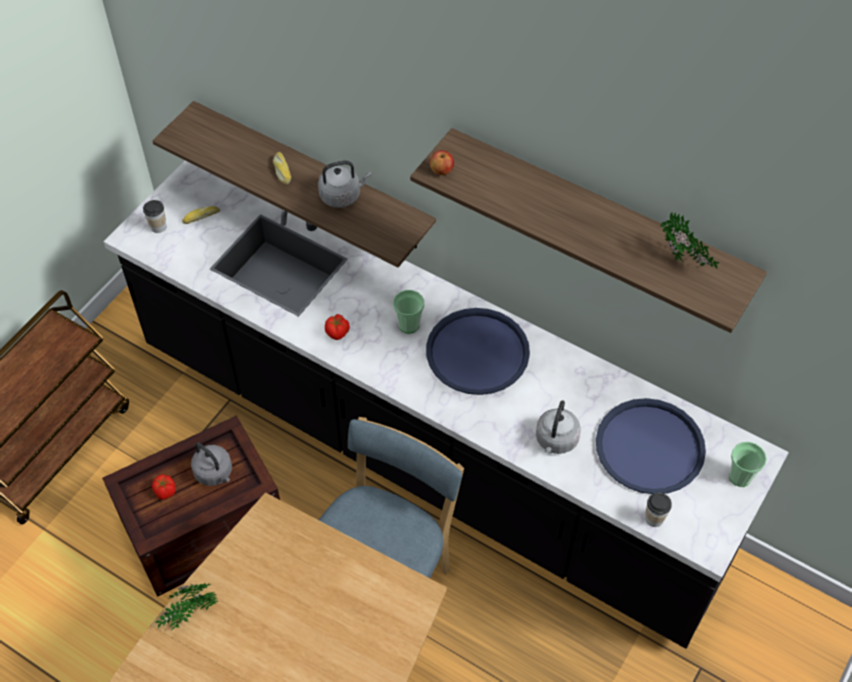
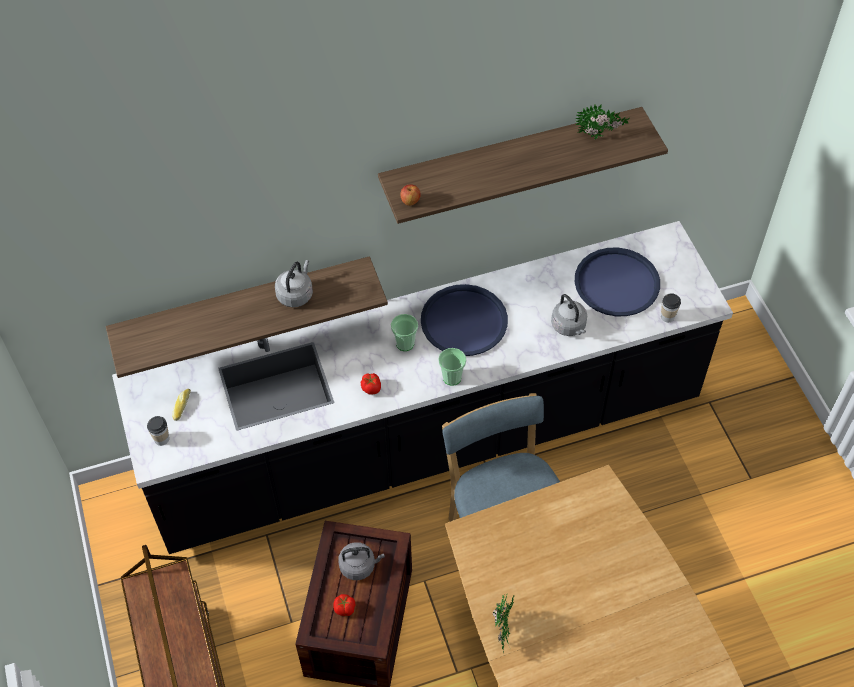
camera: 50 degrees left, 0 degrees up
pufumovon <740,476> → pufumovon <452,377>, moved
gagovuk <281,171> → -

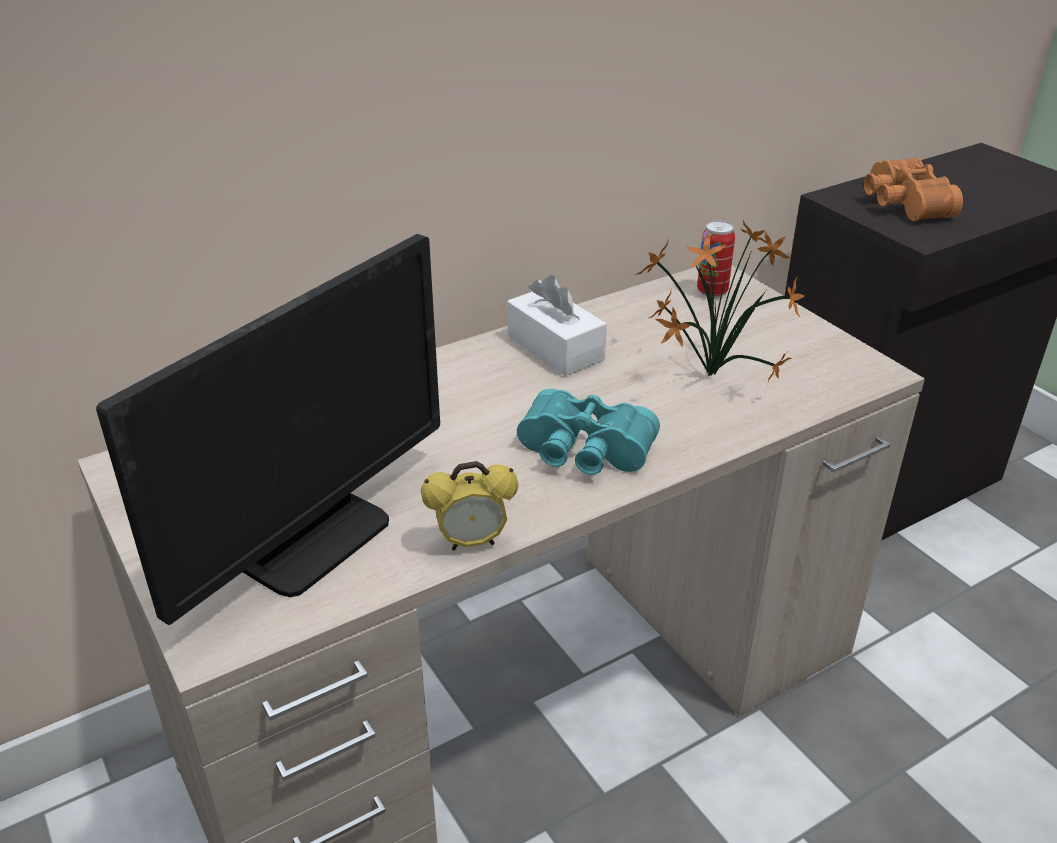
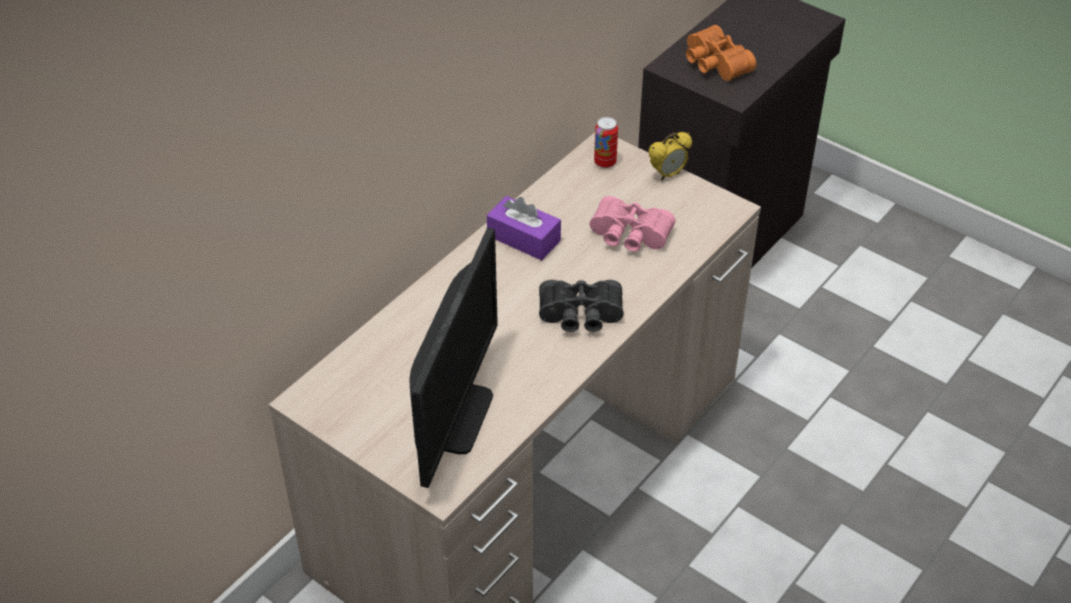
camera: 20 degrees left, 10 degrees up
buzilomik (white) <555,348> → buzilomik (purple) <523,238>
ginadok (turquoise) <583,453> → ginadok (black) <580,316>
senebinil <706,374> → ginadok (pink) <629,236>
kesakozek <472,542> → kesakozek <667,174>, moved

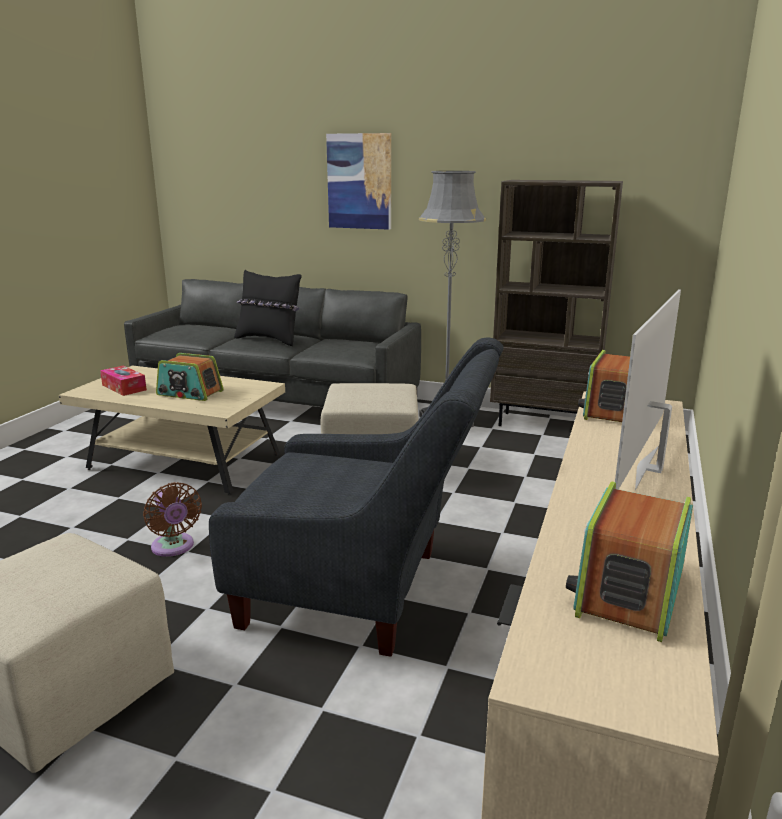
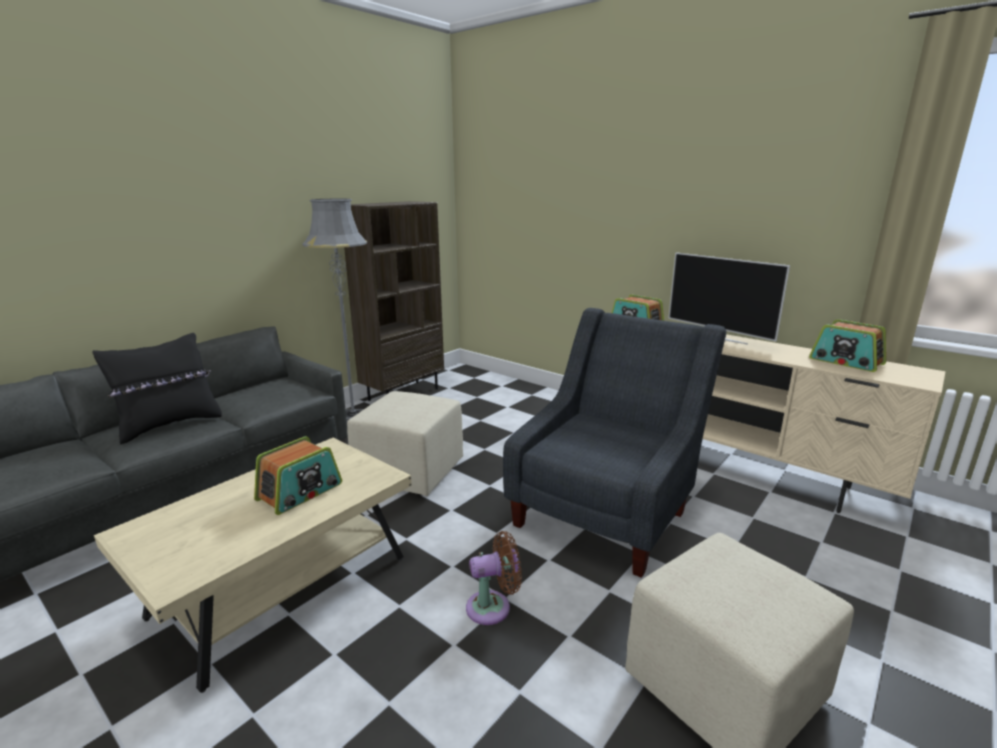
camera: 70 degrees left, 0 degrees up
buzilomik <124,387> → -
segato <359,181> → -

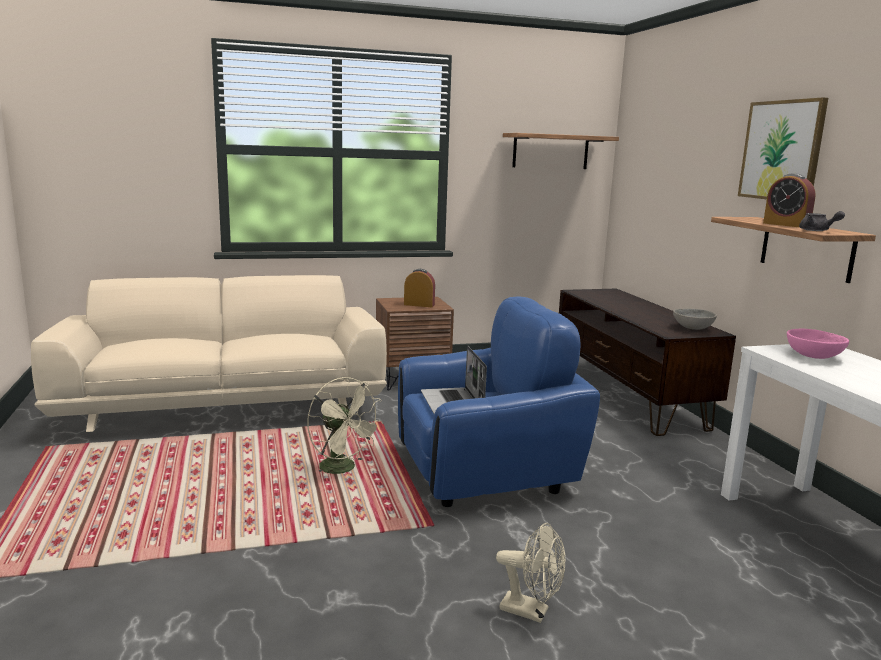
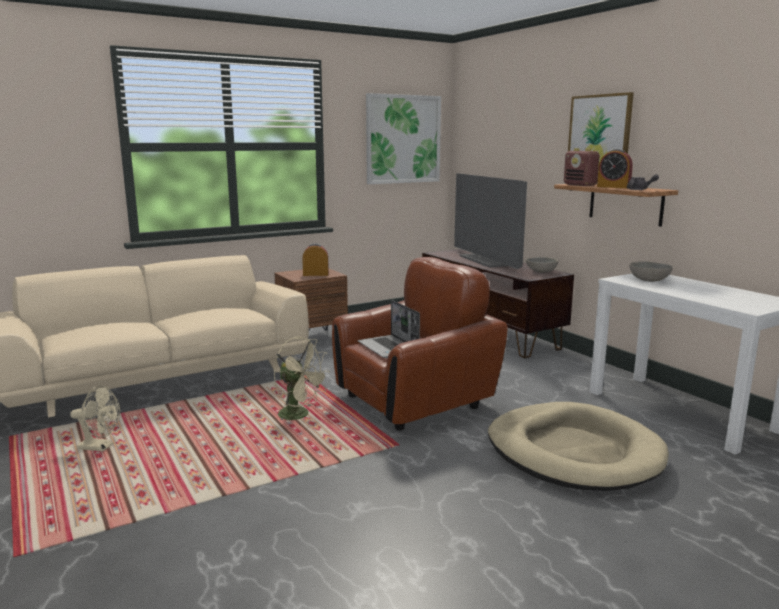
camera: 15 degrees left, 0 degrees up
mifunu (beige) <531,611> → mifunu (beige) <100,447>, moved
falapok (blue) <486,472> → falapok (brown) <414,401>
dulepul <550,151> → segato <403,139>
- → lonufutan <488,260>
- → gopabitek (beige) <573,452>
- → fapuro <580,185>
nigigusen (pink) <814,356> → nigigusen (grey) <649,280>

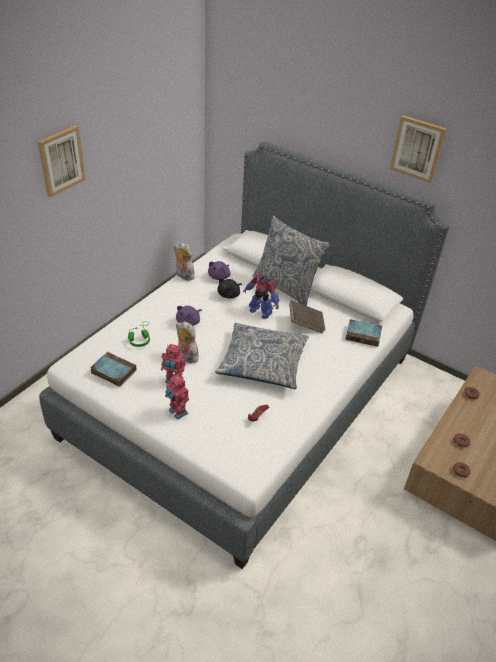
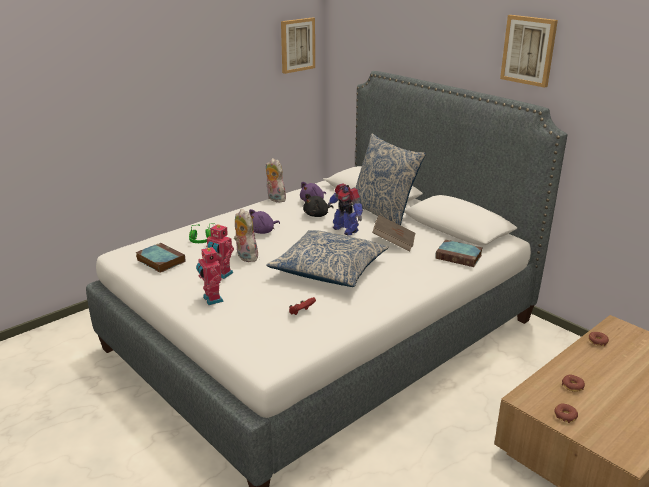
camera: 15 degrees right, 15 degrees down
segato <61,160> → segato <297,45>, moved

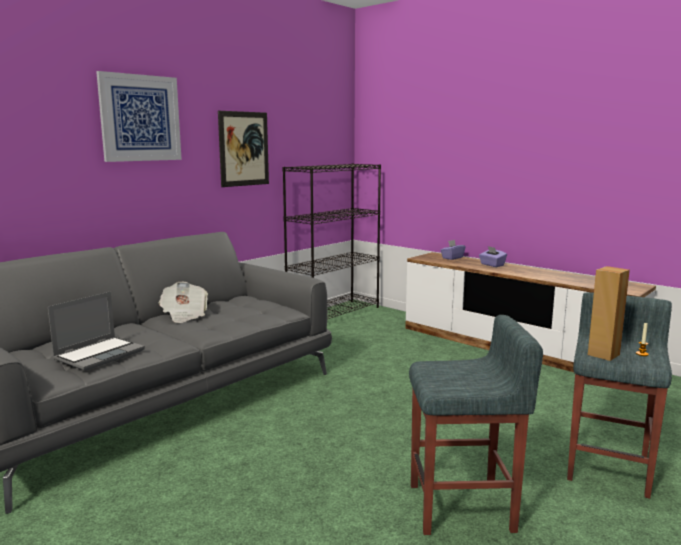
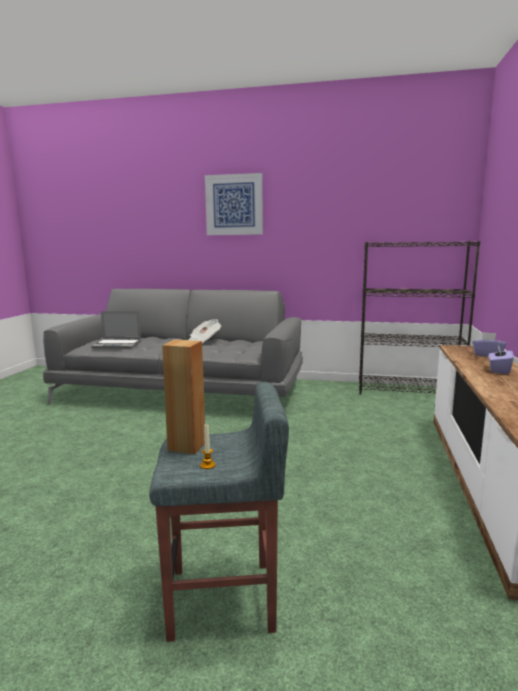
camera: 60 degrees right, 0 degrees up
segato <244,149> → -
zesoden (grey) <463,508> → -

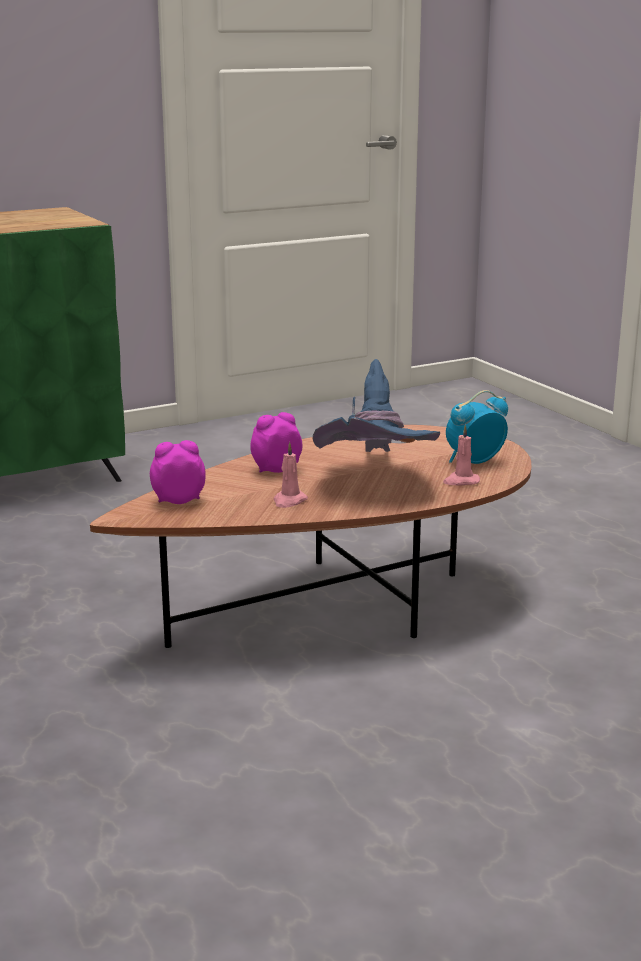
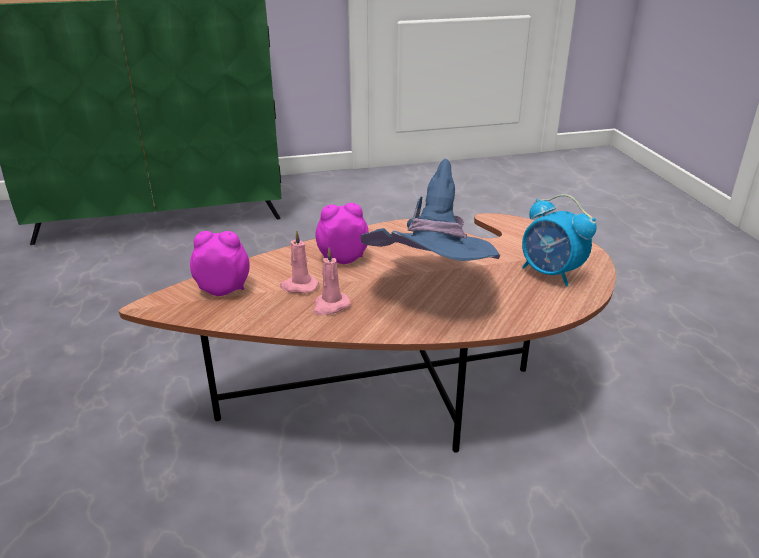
camera: 15 degrees right, 10 degrees up
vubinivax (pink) <461,481> → vubinivax (pink) <299,286>, moved
kesakozek <473,461> → kesakozek <551,273>, 120 degrees counterclockwise

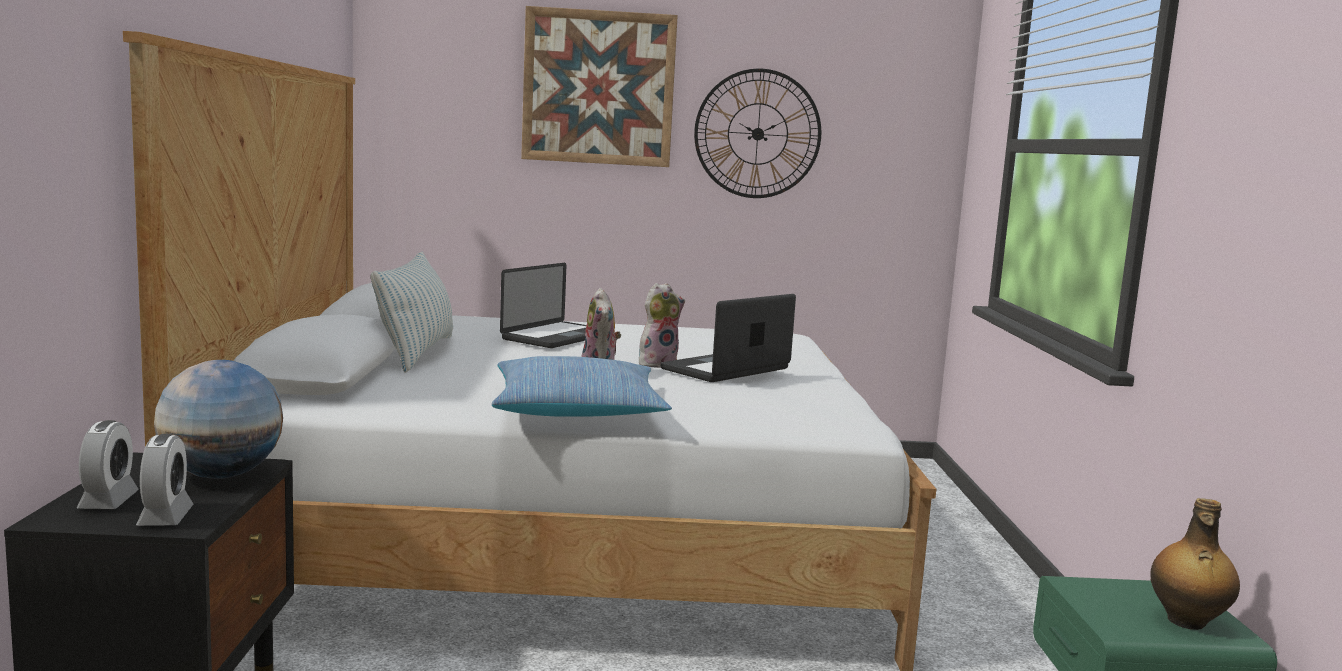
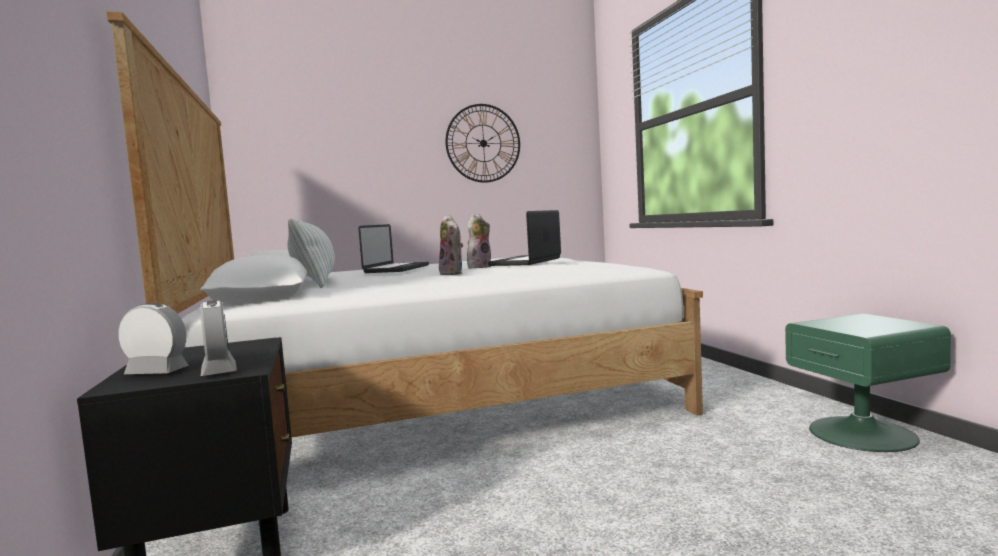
camera: 15 degrees left, 5 degrees down
kesakozek <108,501> → kesakozek <157,372>, 60 degrees counterclockwise
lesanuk <222,475> → -
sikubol <577,409> → -
segato <598,88> → -
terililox <1186,622> → -

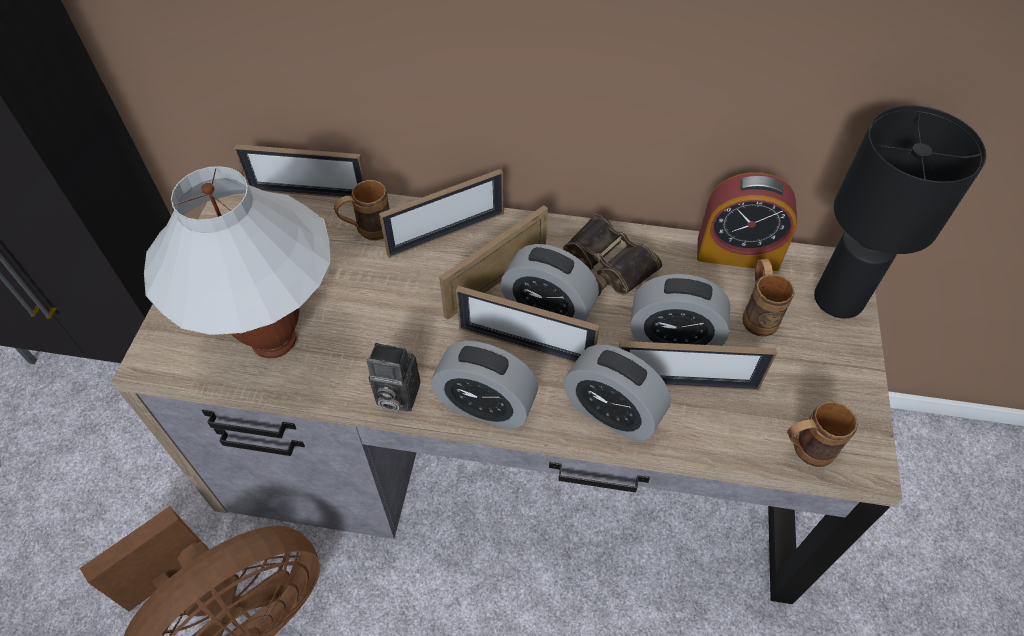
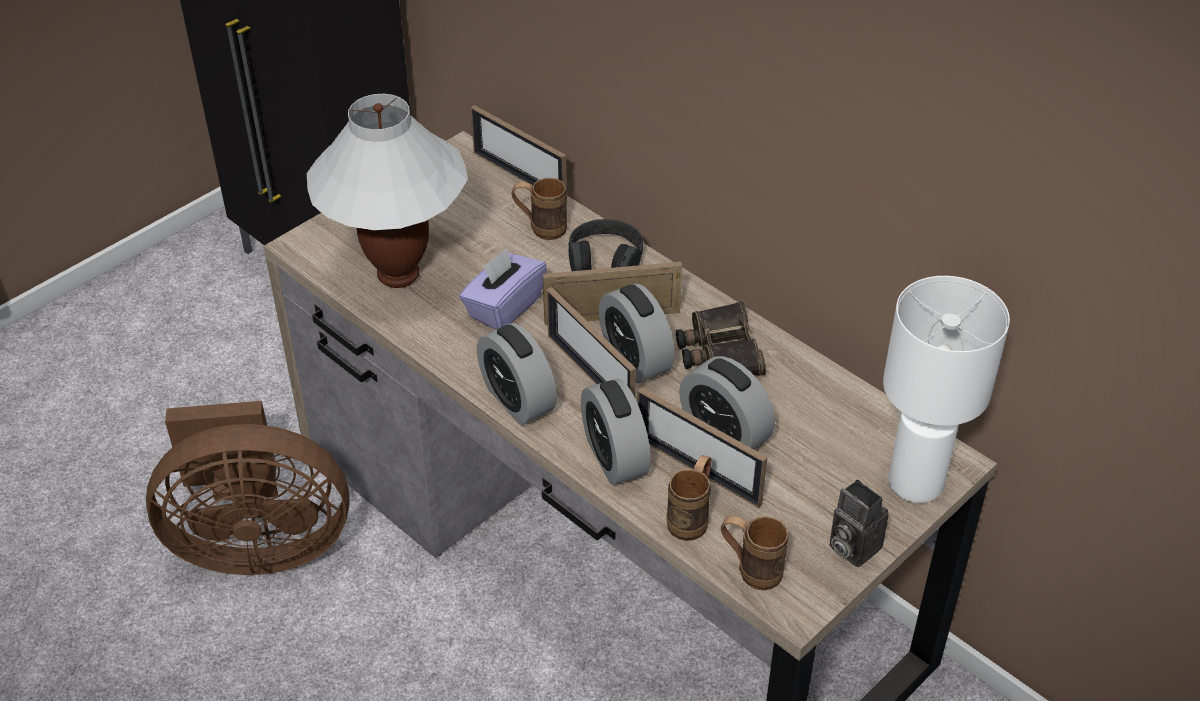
camera: 35 degrees right, 10 degrees down
- → buzilomik (purple) <504,307>
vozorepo <446,233> → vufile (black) <605,260>
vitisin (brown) <757,314> → vitisin (brown) <692,517>, moved
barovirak <395,396> → barovirak <851,547>, moved
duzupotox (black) <837,300> → duzupotox (white) <914,483>
kesakozek <737,253> → -

